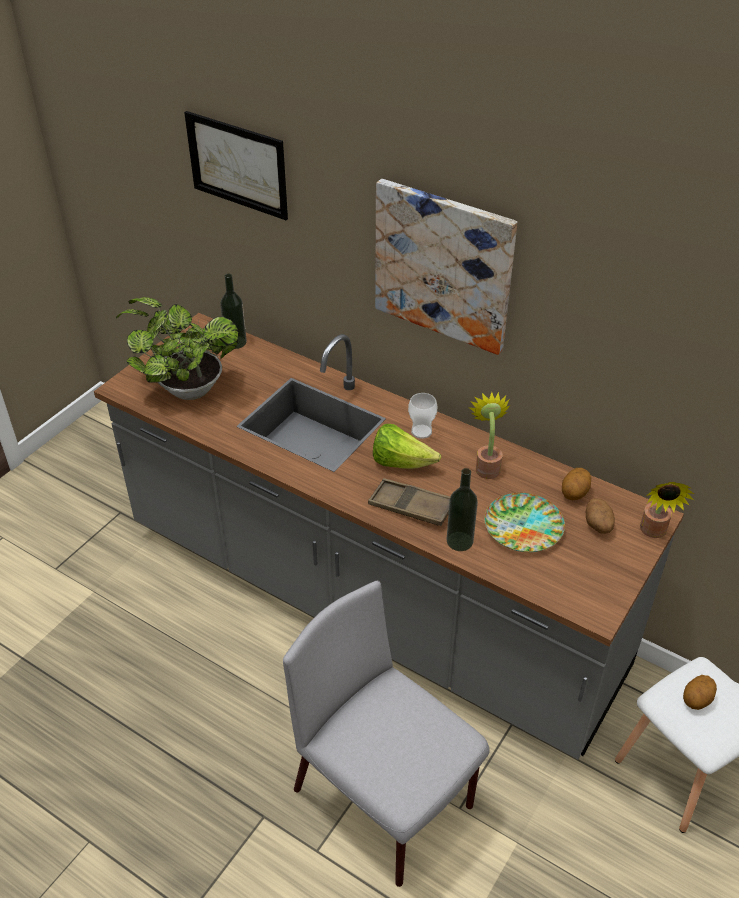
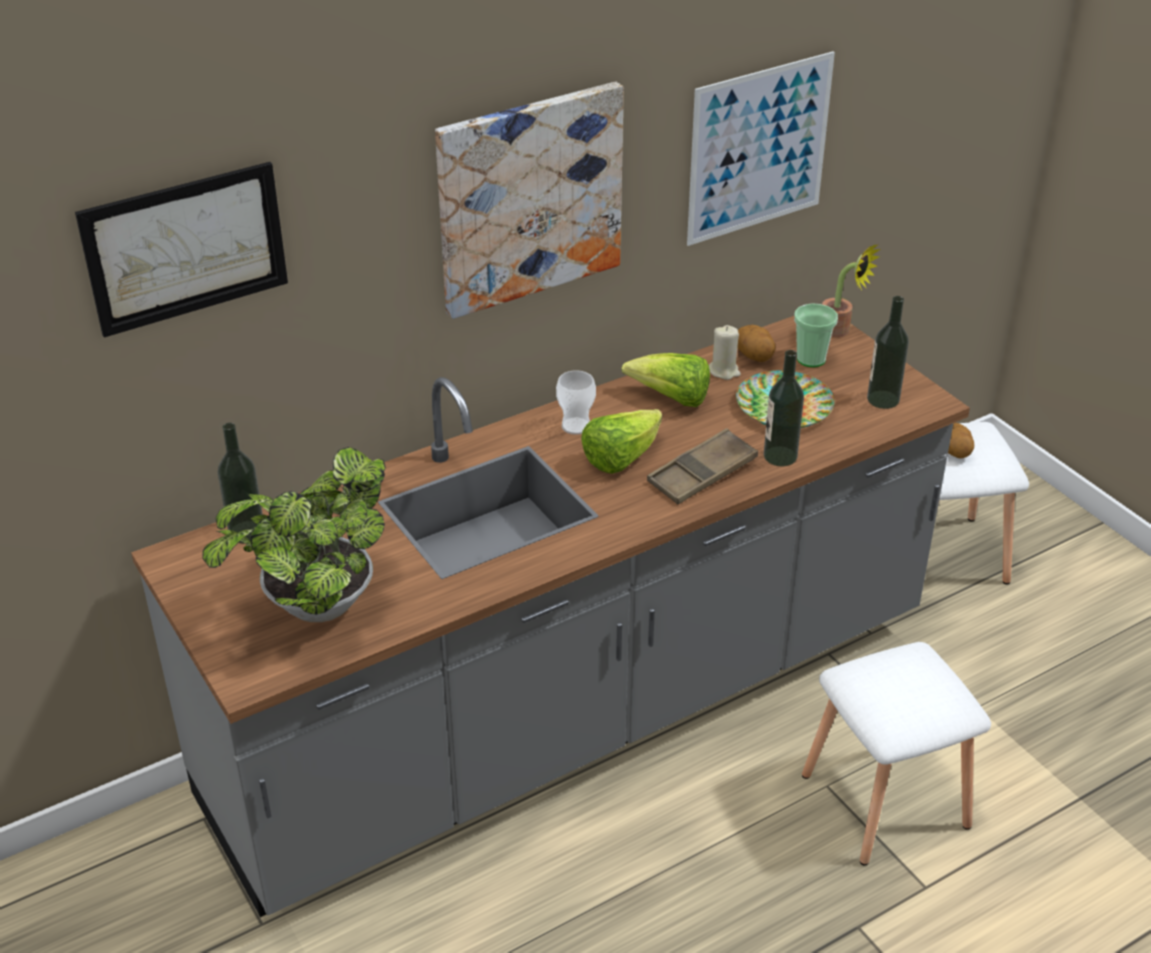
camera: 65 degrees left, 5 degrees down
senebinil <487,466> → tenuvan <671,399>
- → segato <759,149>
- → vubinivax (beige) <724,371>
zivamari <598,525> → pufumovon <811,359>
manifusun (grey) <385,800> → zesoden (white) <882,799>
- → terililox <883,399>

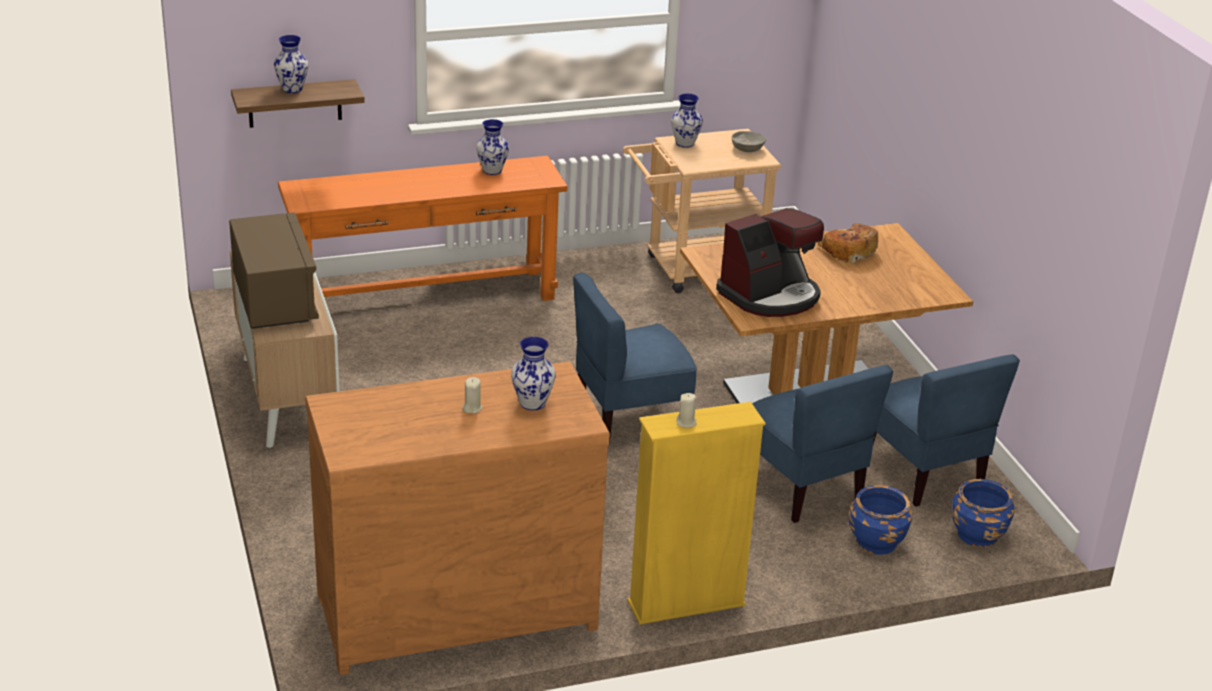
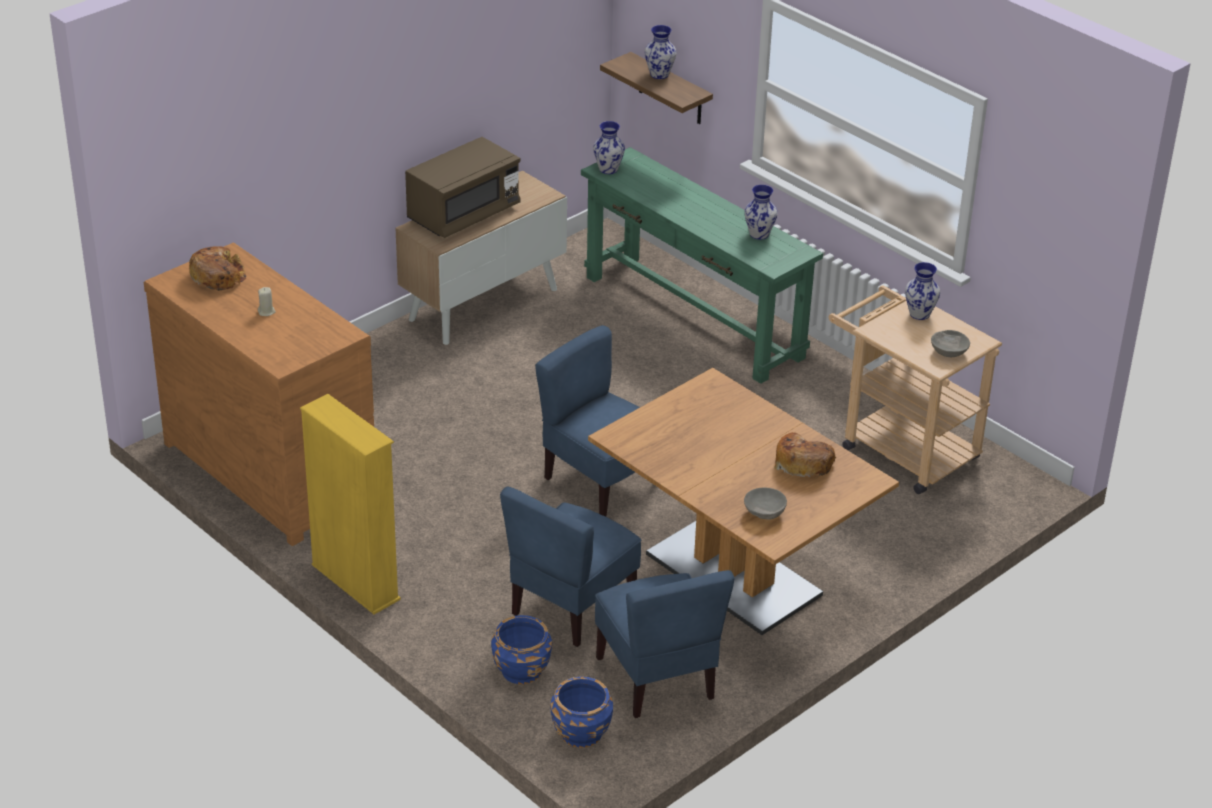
camera: 65 degrees right, 5 degrees up
- → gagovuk <218,276>
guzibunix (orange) <425,298> → guzibunix (green) <693,317>
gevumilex <532,403> → gevumilex <608,169>, moved
manifusun (blue) <924,474> → manifusun (blue) <657,678>, 60 degrees counterclockwise
- → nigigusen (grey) <765,512>
vubinivax (beige) <686,422> → -
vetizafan <770,295> → -

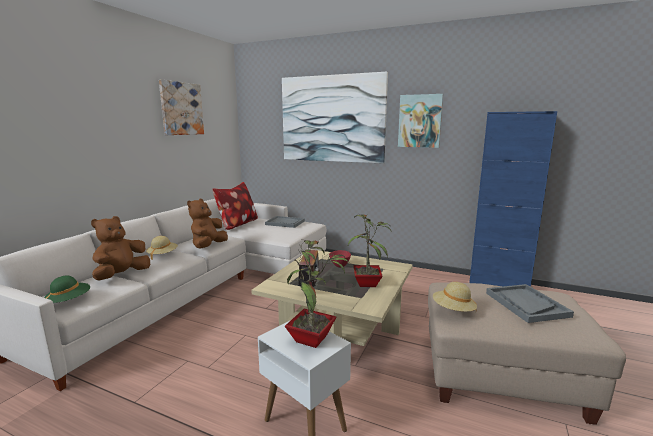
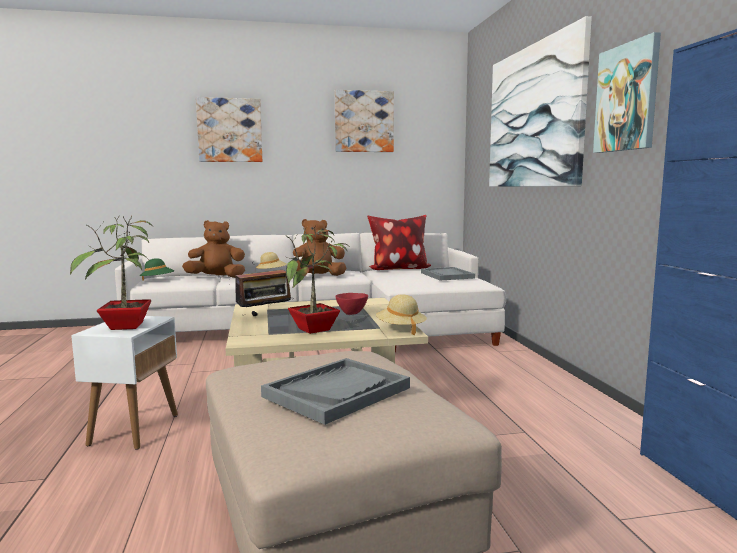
camera: 55 degrees right, 5 degrees down
- → segato <230,130>
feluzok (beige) <453,310> → feluzok (beige) <401,329>, moved

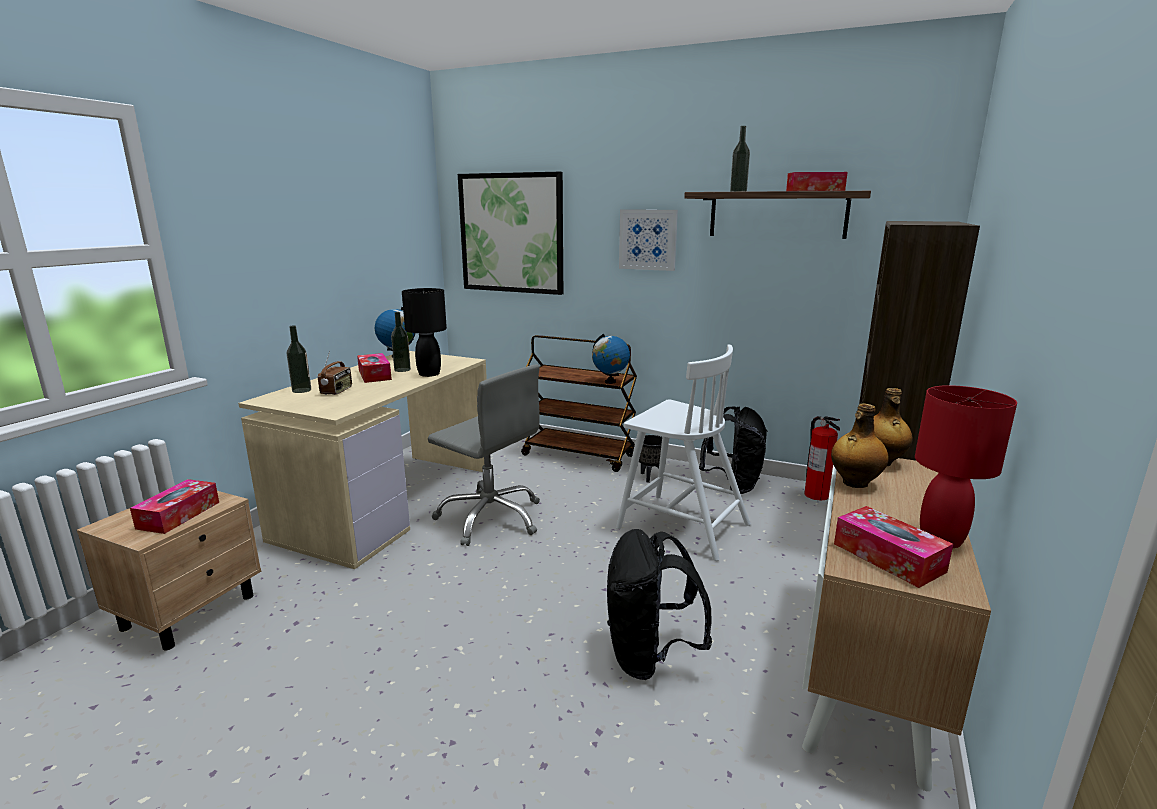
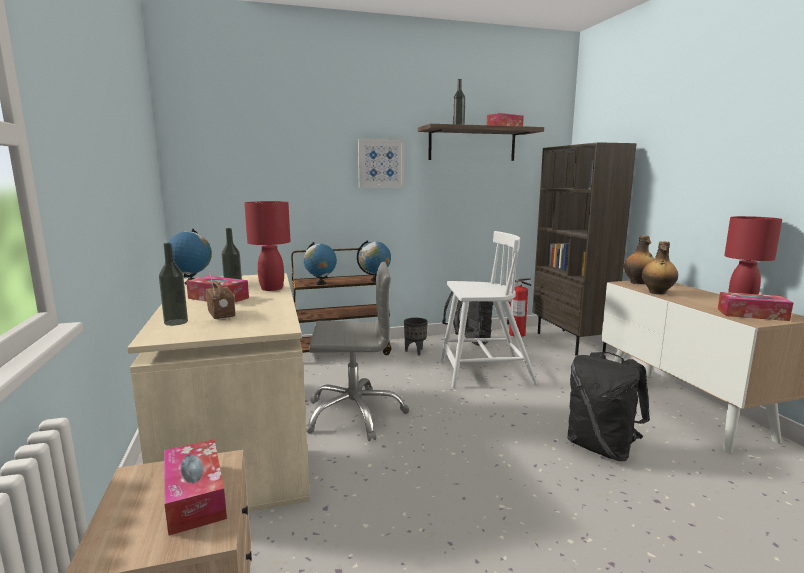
camera: 40 degrees left, 5 degrees down
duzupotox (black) <429,374> → duzupotox (red) <272,288>
- → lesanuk <320,283>
segato <511,233> → -

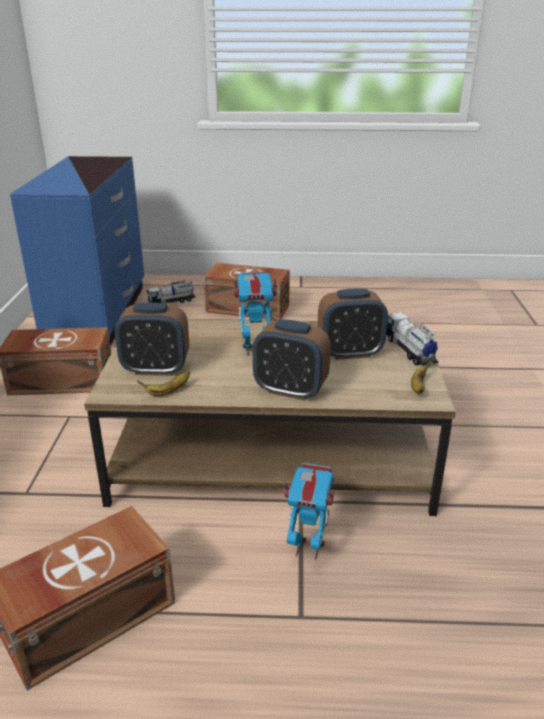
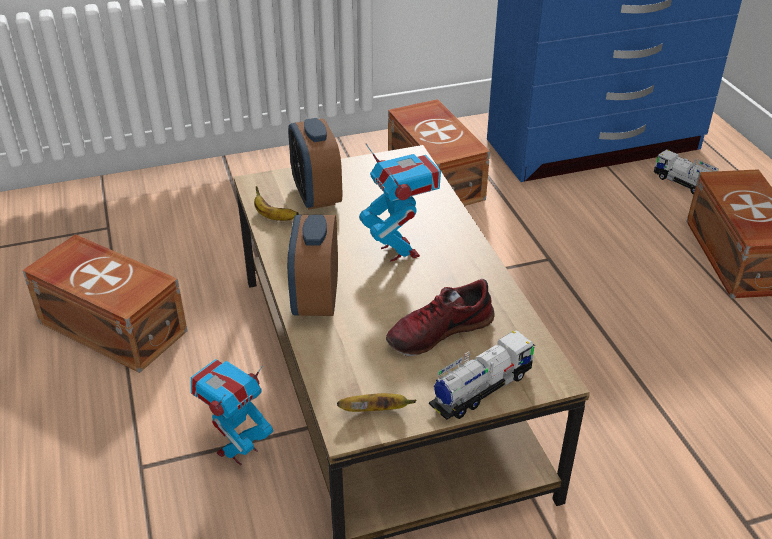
camera: 70 degrees right, 10 degrees up
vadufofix <308,548> → vadufofix <238,450>, 135 degrees counterclockwise
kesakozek <350,353> → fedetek <439,331>

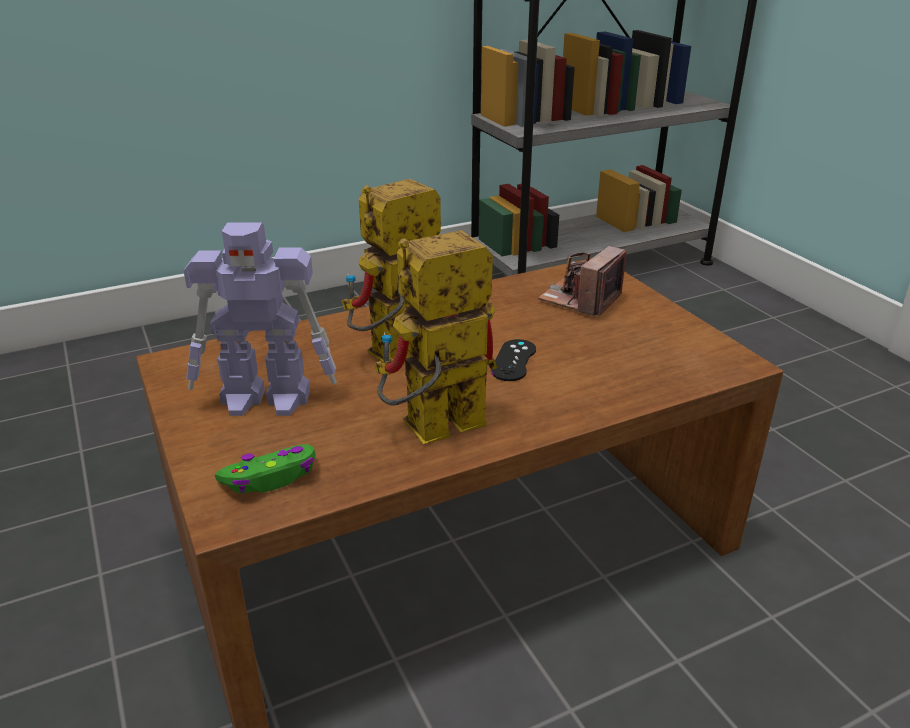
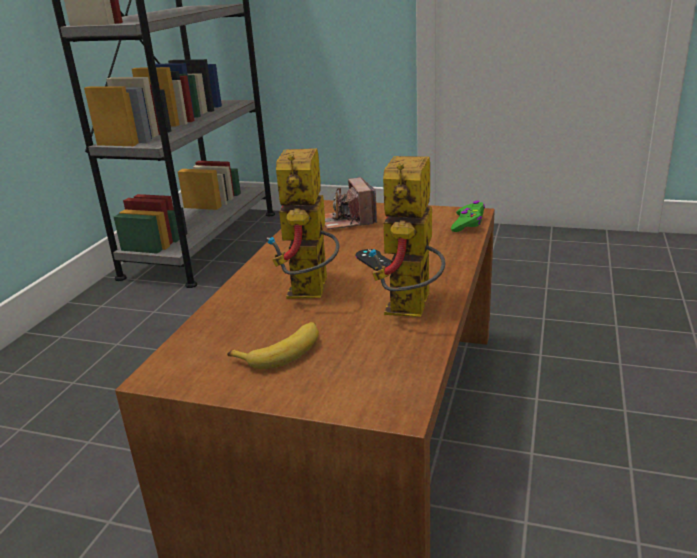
camera: 45 degrees left, 5 degrees down
vadufofix <268,399> → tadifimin <282,351>
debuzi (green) <271,478> → debuzi (green) <468,223>, moved

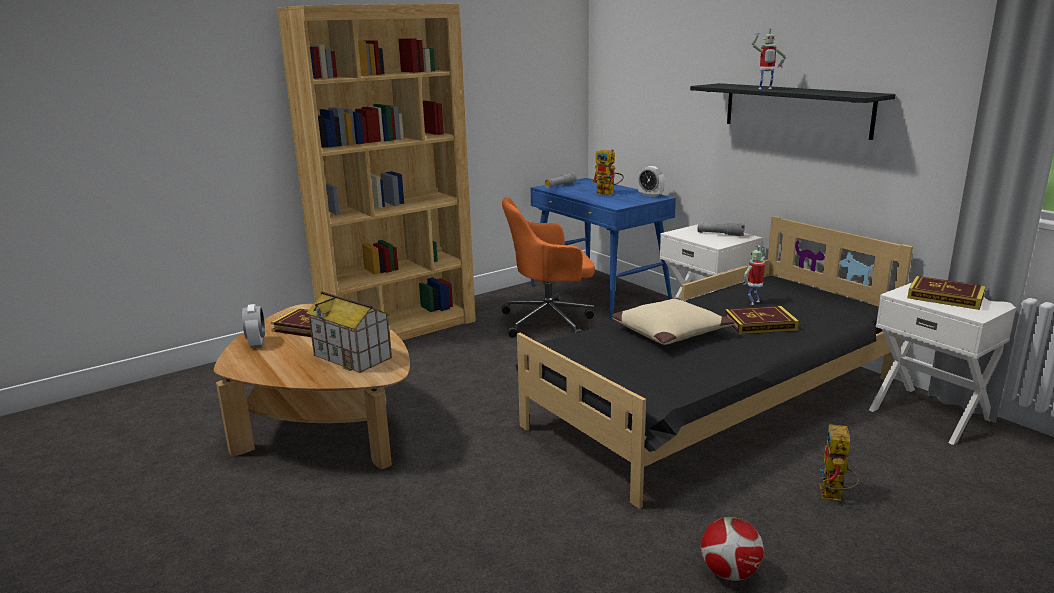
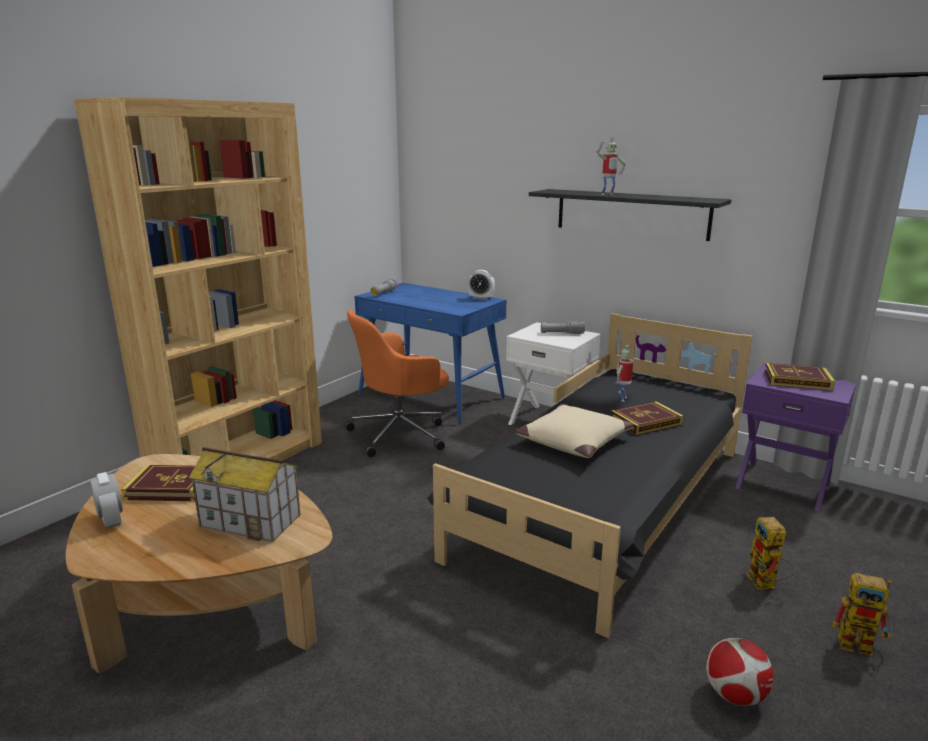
camera: 20 degrees left, 0 degrees up
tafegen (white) <931,414> → tafegen (purple) <783,483>
vadufofix <608,194> → vadufofix <862,645>, moved

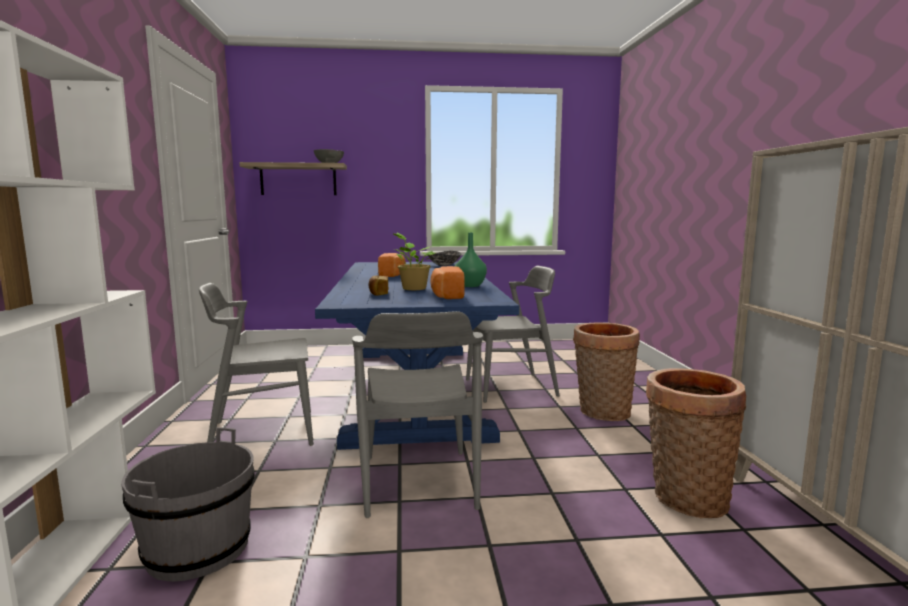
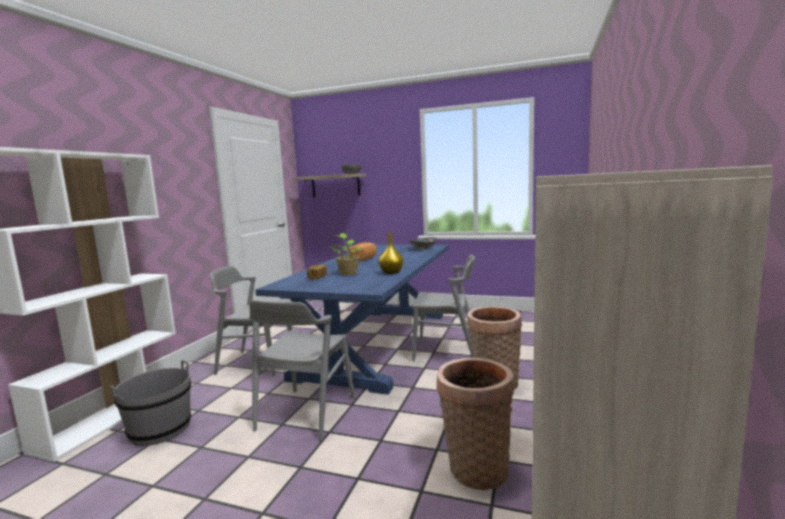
camera: 25 degrees right, 0 degrees up
gevumilex (green) <469,286> → gevumilex (yellow) <391,272>
gagovuk <446,295> → -

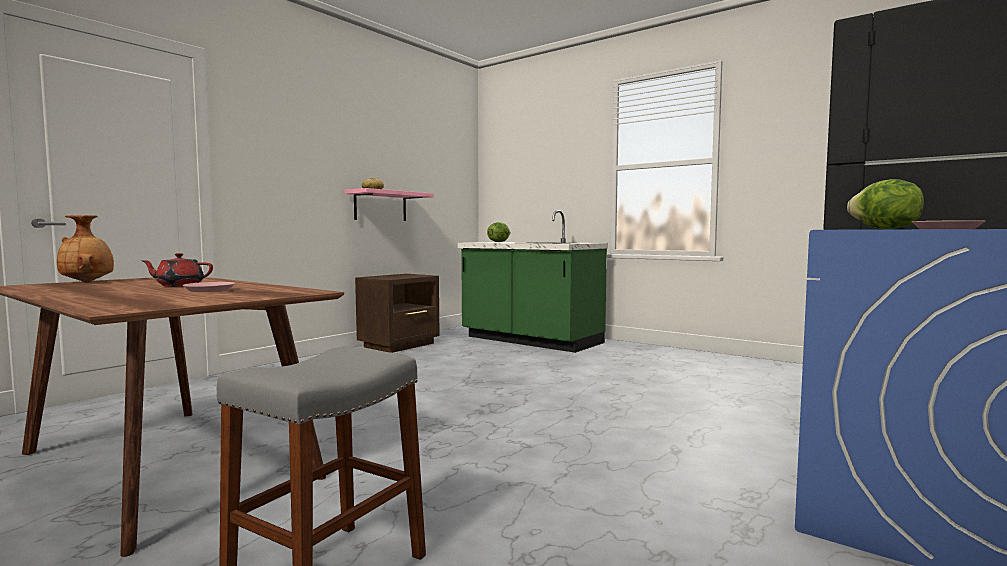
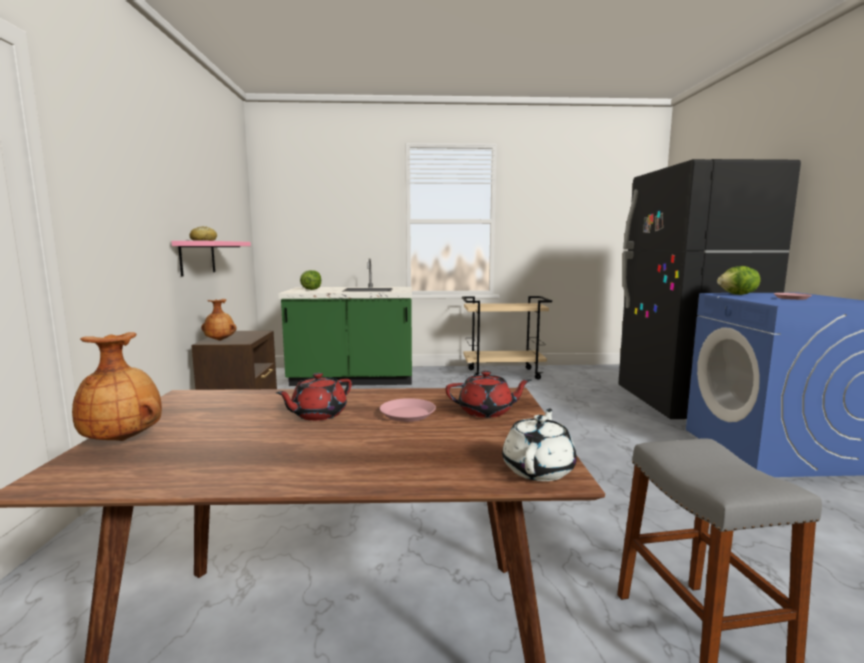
camera: 40 degrees left, 5 degrees up
- → gevumilex (brown) <220,340>
- → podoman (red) <486,412>
- → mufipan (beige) <503,374>
- → podoman (white) <539,469>

